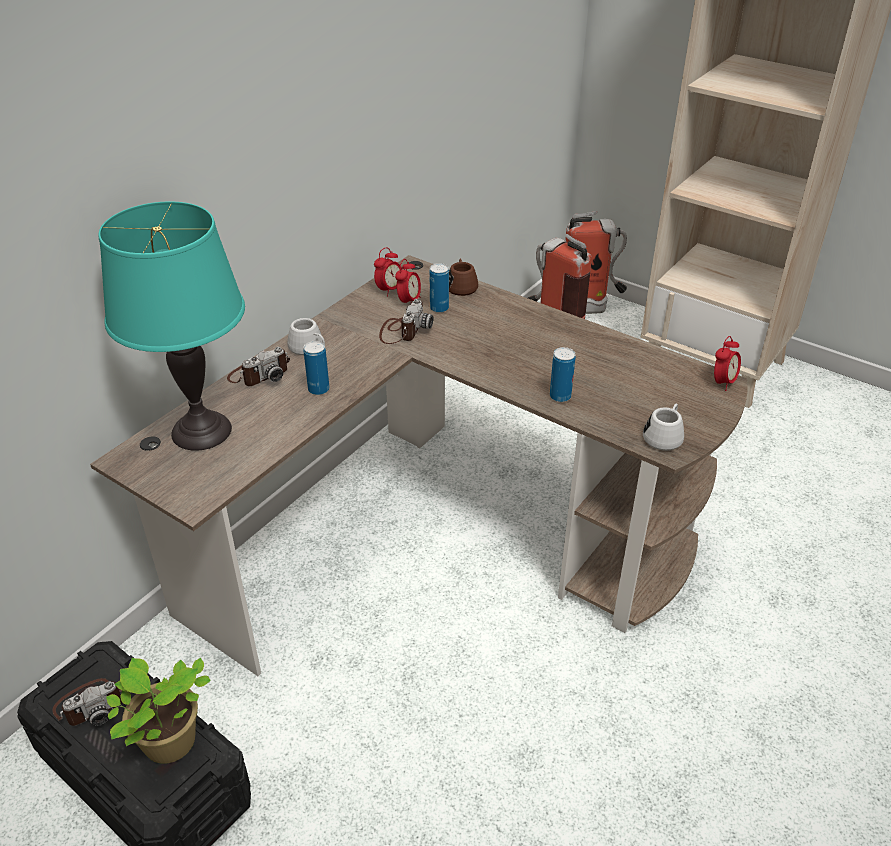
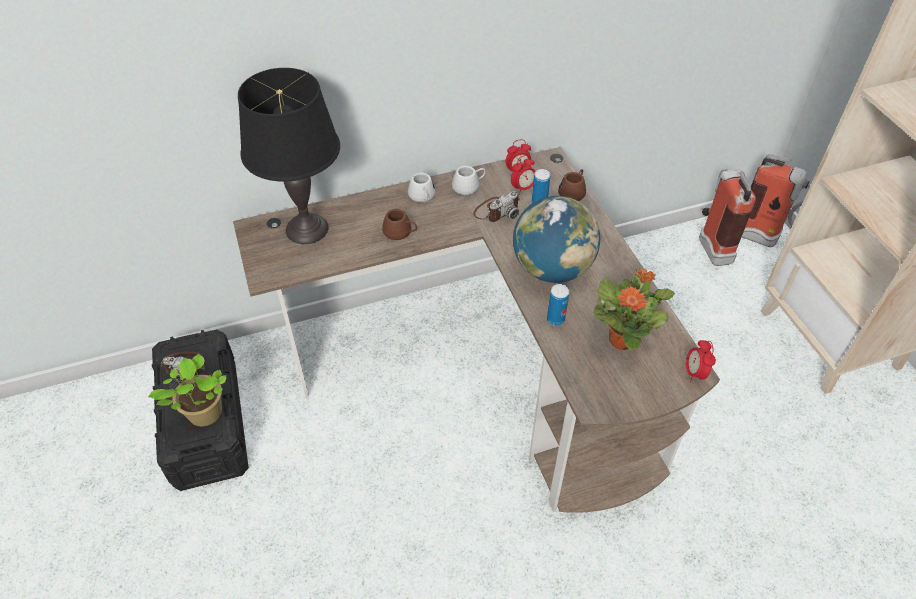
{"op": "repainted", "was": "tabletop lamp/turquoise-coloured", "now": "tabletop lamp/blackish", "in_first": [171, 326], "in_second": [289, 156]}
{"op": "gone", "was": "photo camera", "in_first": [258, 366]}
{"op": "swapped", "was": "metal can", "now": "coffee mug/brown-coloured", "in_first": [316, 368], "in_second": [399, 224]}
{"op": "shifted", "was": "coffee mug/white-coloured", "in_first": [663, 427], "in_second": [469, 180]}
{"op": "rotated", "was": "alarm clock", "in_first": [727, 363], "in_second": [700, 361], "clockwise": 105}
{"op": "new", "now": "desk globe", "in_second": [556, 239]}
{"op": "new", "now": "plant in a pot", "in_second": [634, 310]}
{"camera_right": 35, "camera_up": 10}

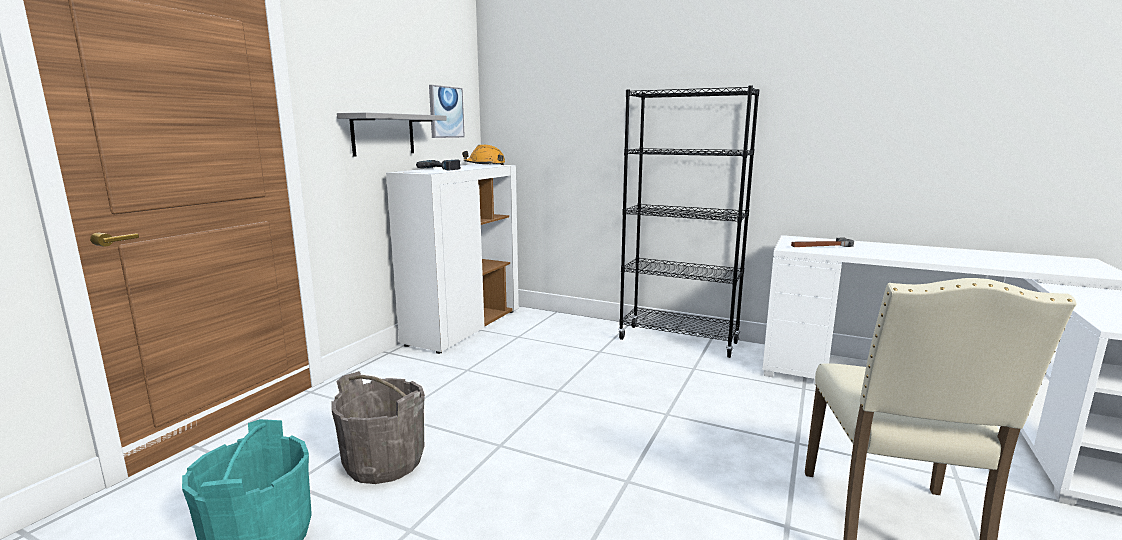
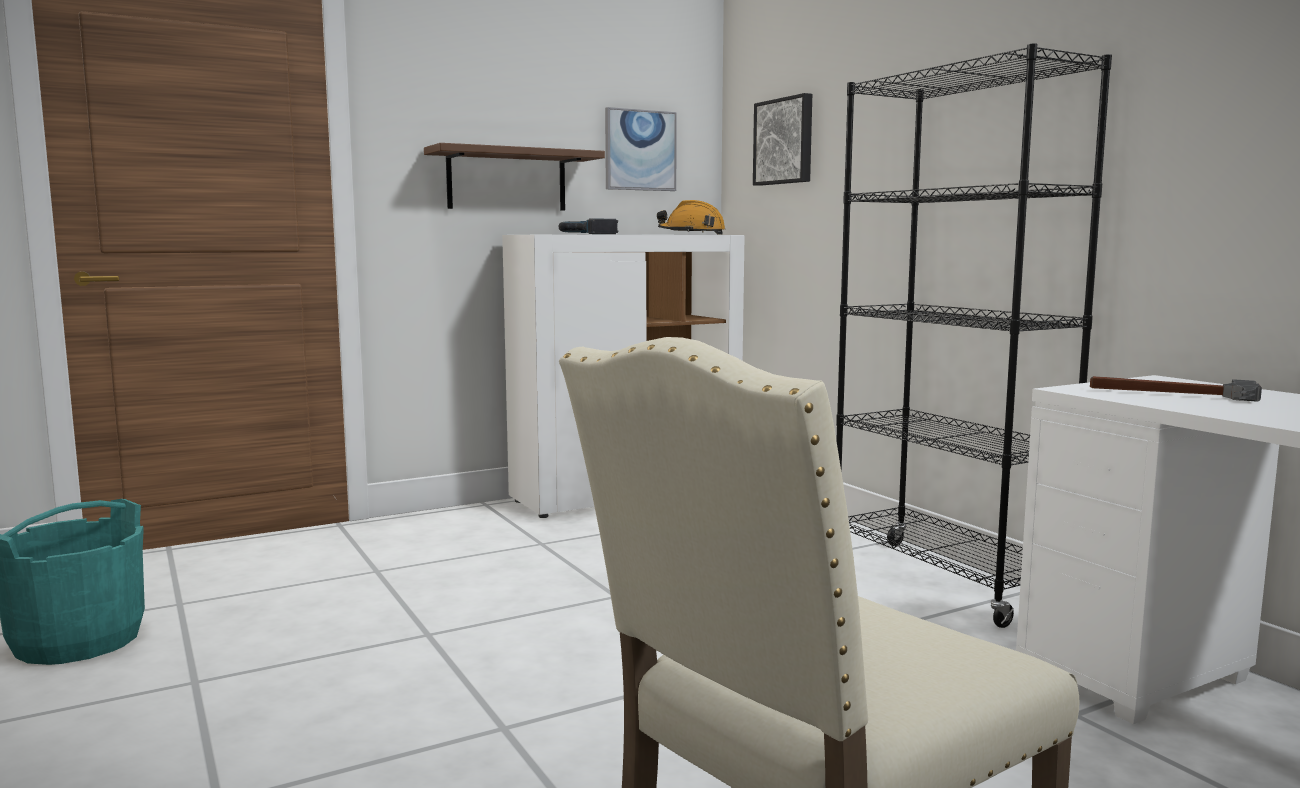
{"op": "gone", "was": "bucket/greyish", "in_first": [378, 427]}
{"op": "repainted", "was": "wall shelf/greyish", "now": "wall shelf/brown-coloured", "in_first": [392, 134], "in_second": [514, 177]}
{"op": "new", "now": "picture", "in_second": [782, 139]}
{"camera_right": 35, "camera_up": -5}

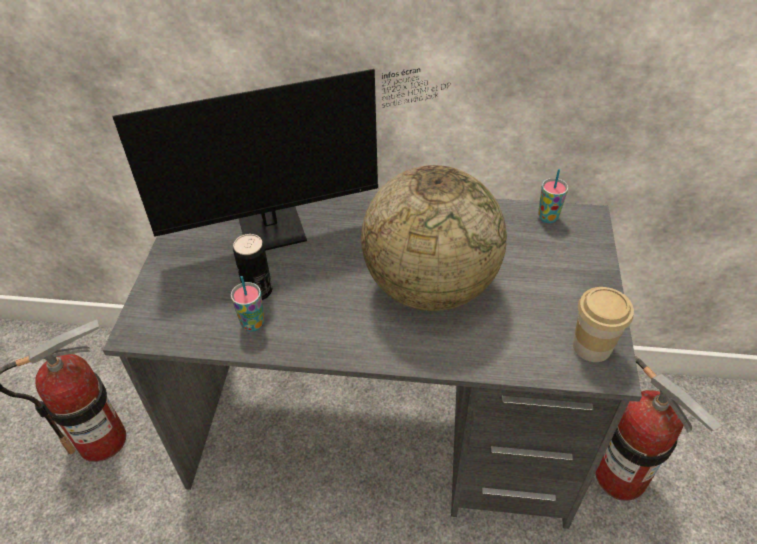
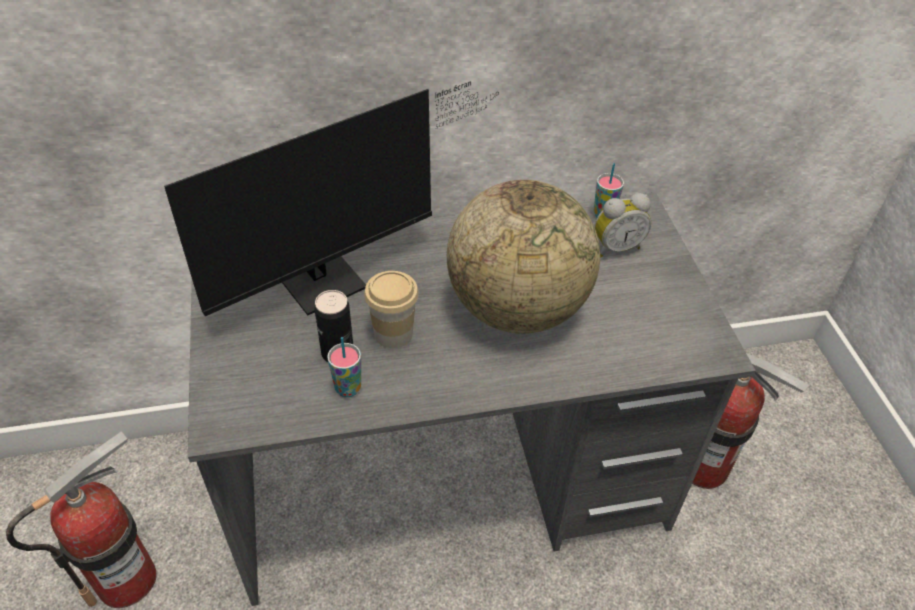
{"op": "shifted", "was": "small cup", "in_first": [603, 324], "in_second": [391, 309]}
{"op": "new", "now": "alarm clock", "in_second": [623, 225]}
{"camera_right": -20, "camera_up": 0}

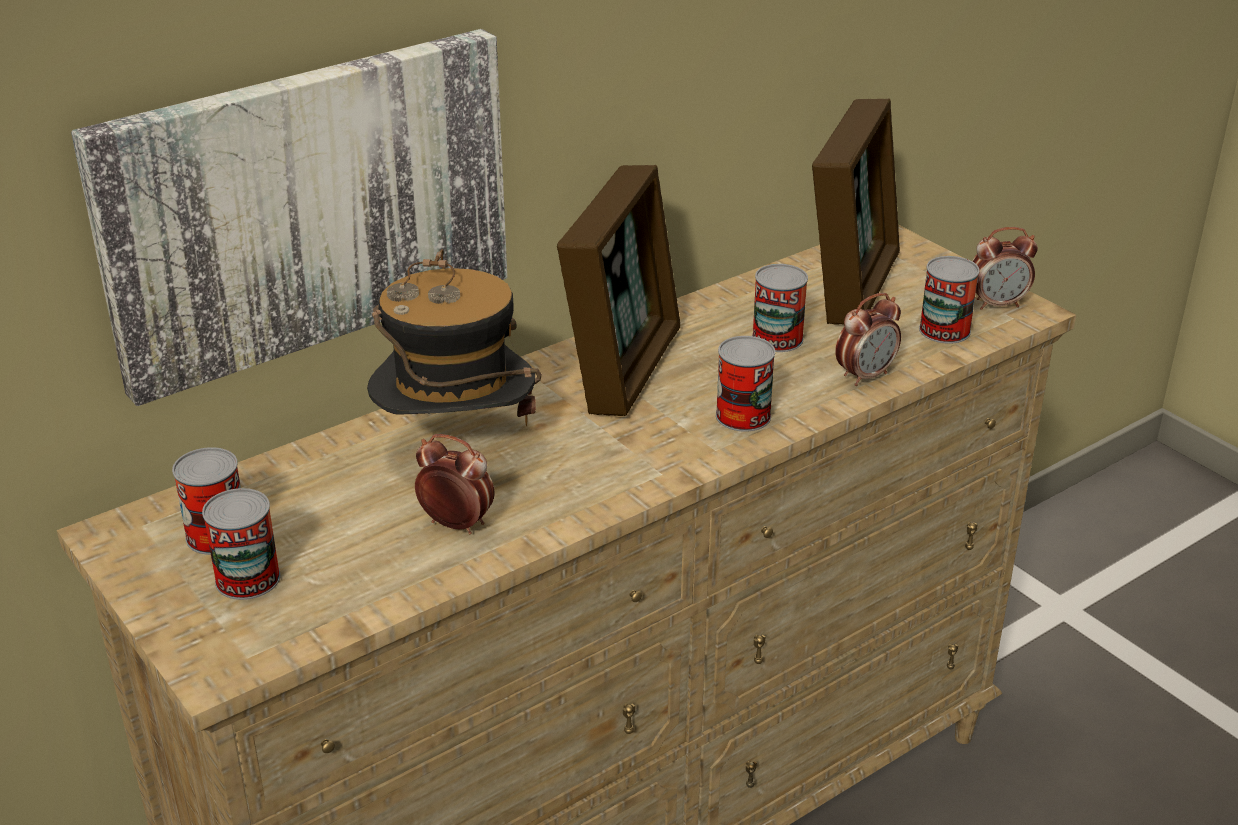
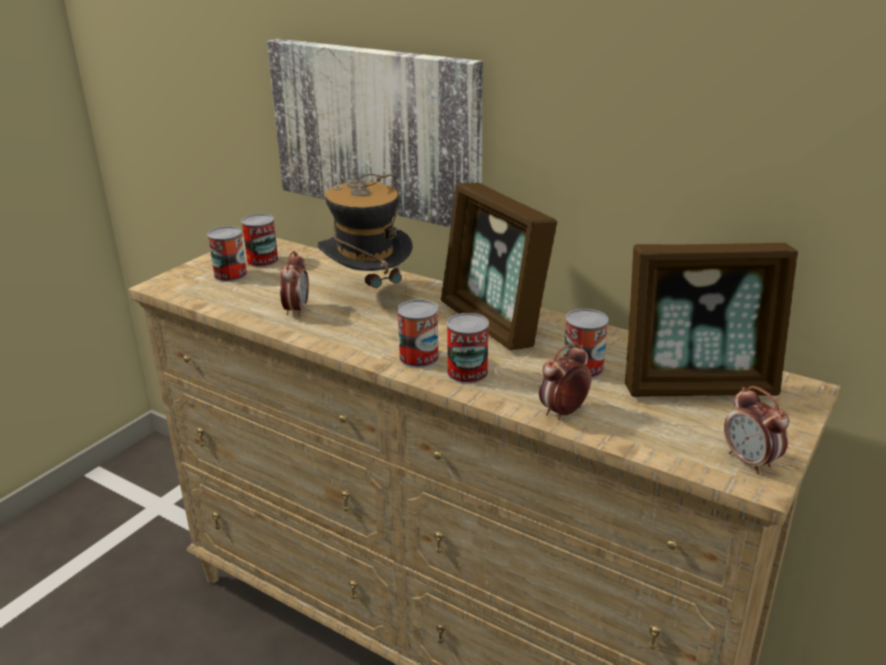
{"op": "rotated", "was": "standing frame", "in_first": [618, 290], "in_second": [499, 266], "clockwise": 60}
{"op": "rotated", "was": "alarm clock", "in_first": [868, 339], "in_second": [565, 381], "clockwise": 105}
{"op": "shifted", "was": "metal can", "in_first": [949, 300], "in_second": [418, 334]}
{"camera_right": 70, "camera_up": -5}

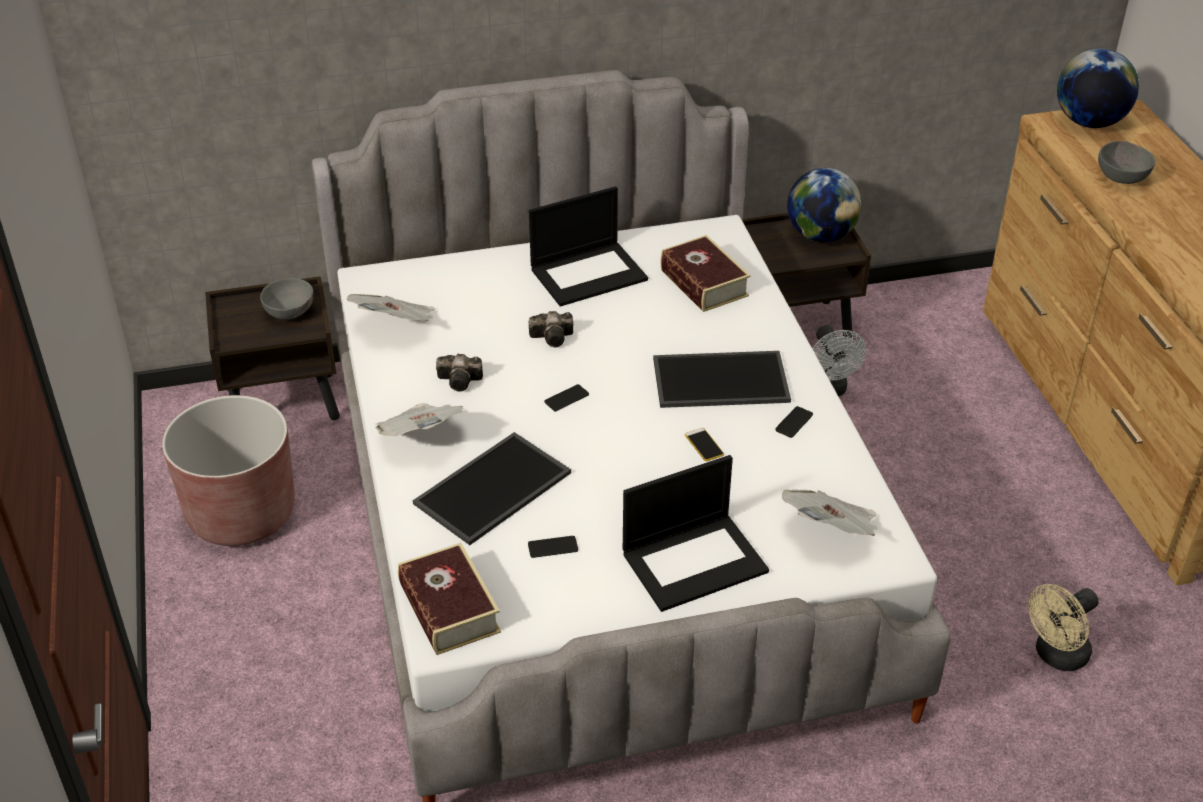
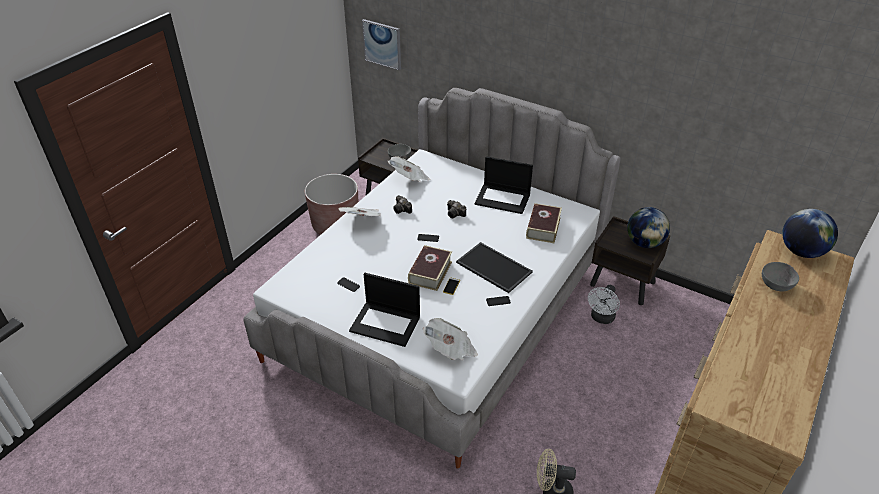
{"op": "shifted", "was": "bound book", "in_first": [449, 599], "in_second": [430, 268]}
{"op": "gone", "was": "tray", "in_first": [492, 488]}
{"op": "new", "now": "picture", "in_second": [381, 45]}
{"camera_right": 45, "camera_up": 0}

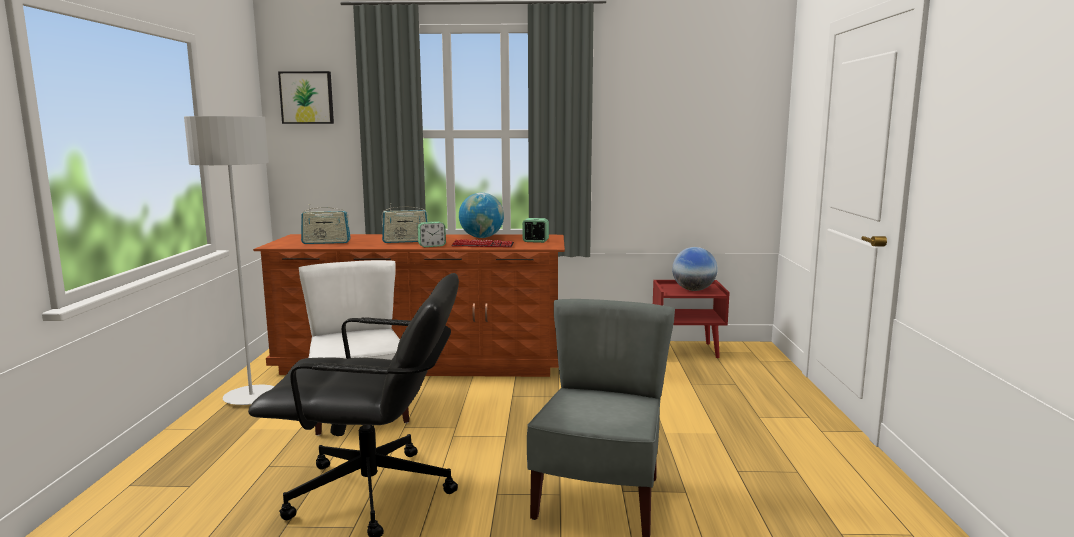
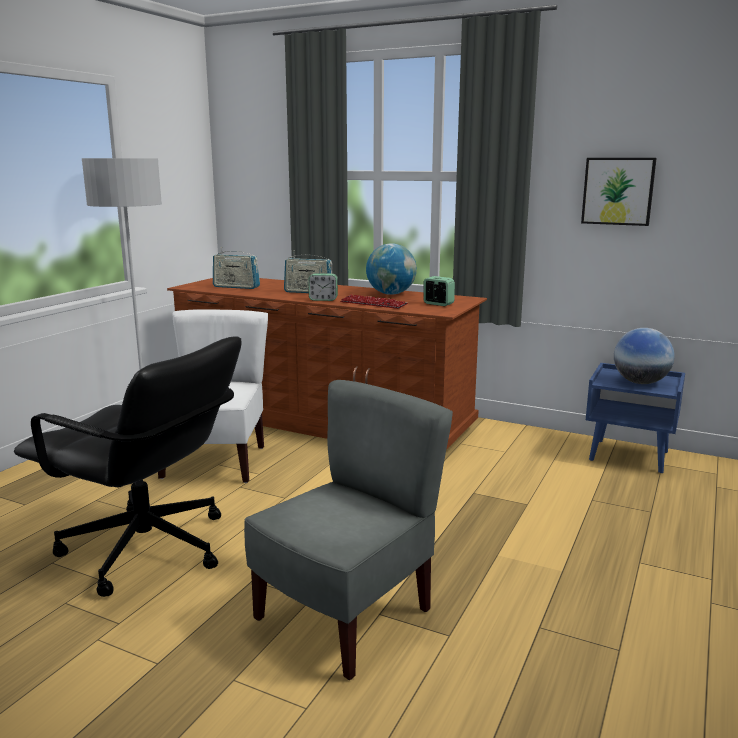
{"op": "shifted", "was": "picture", "in_first": [306, 97], "in_second": [619, 192]}
{"op": "repainted", "was": "nightstand/red-coloured", "now": "nightstand/bluish", "in_first": [691, 319], "in_second": [635, 418]}
{"camera_right": 25, "camera_up": 5}

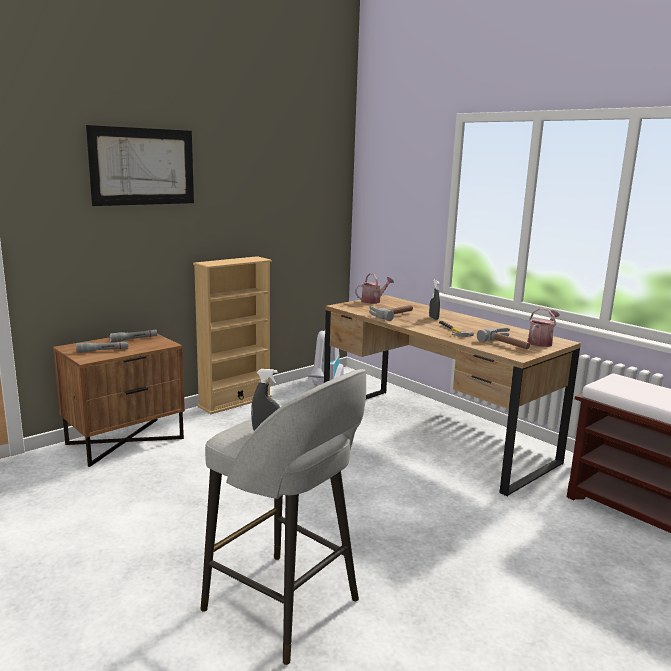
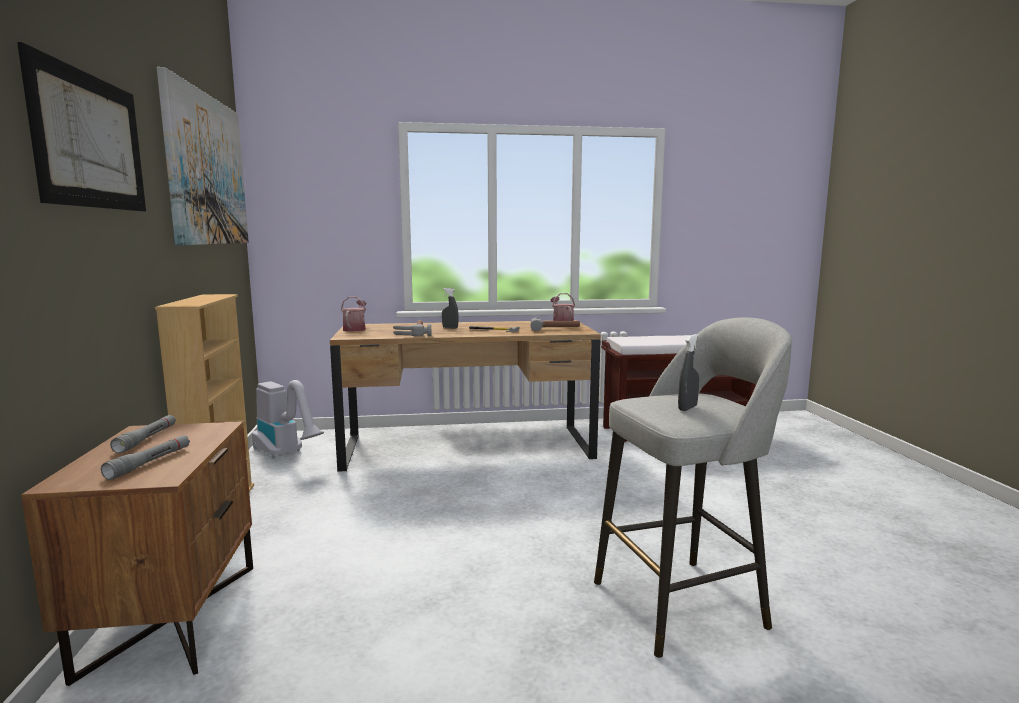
{"op": "new", "now": "picture", "in_second": [203, 156]}
{"camera_right": -55, "camera_up": -5}

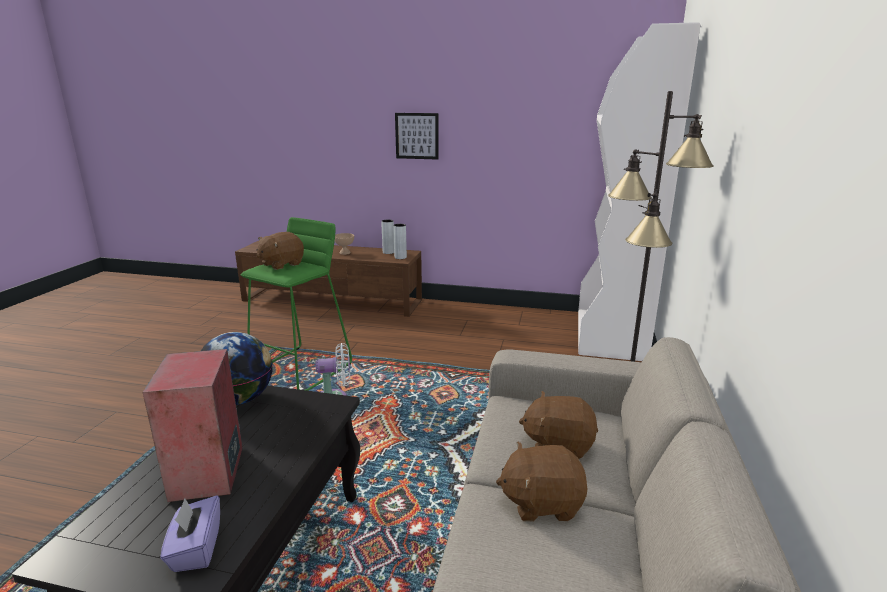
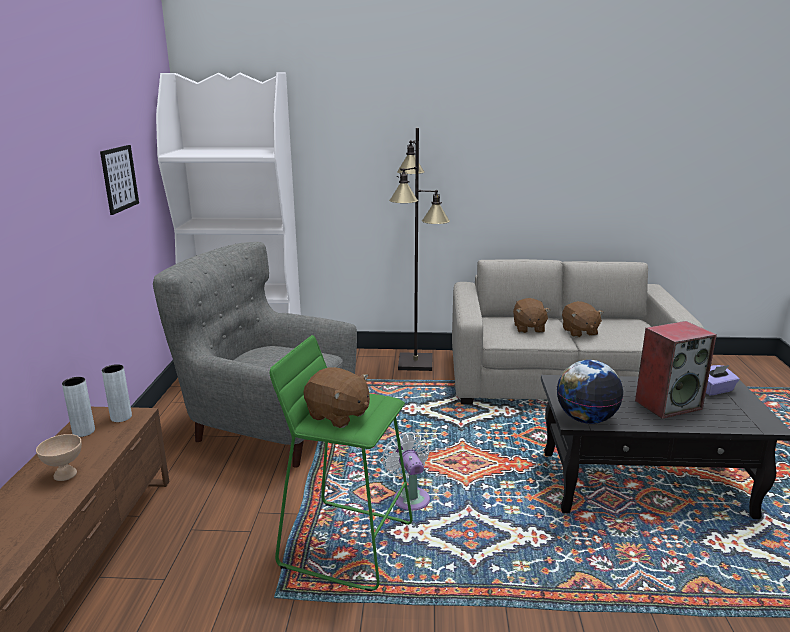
{"op": "shifted", "was": "picture", "in_first": [417, 136], "in_second": [119, 180]}
{"op": "new", "now": "lounge chair/greyish", "in_second": [255, 355]}
{"camera_right": -100, "camera_up": 0}

